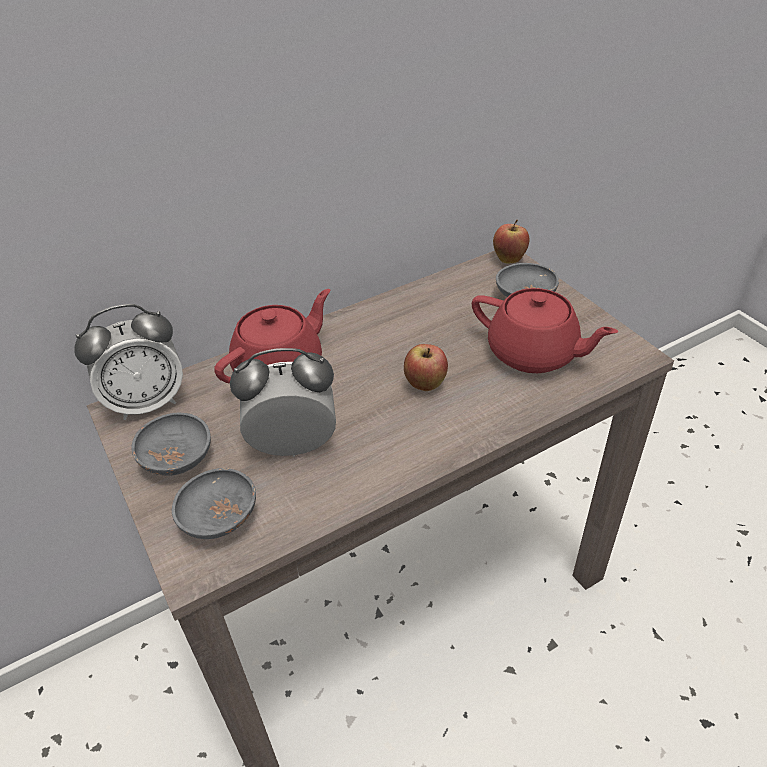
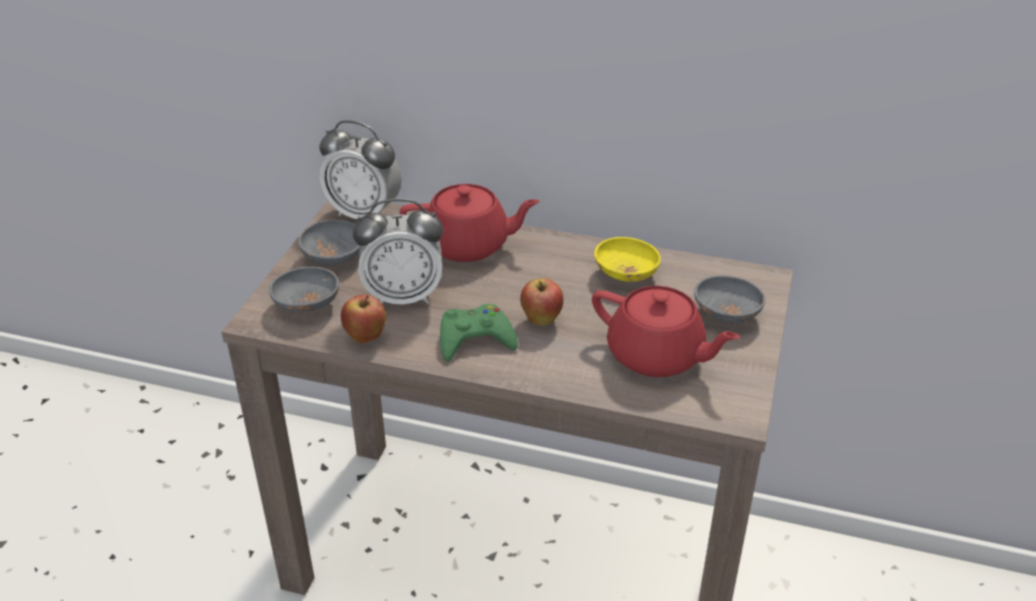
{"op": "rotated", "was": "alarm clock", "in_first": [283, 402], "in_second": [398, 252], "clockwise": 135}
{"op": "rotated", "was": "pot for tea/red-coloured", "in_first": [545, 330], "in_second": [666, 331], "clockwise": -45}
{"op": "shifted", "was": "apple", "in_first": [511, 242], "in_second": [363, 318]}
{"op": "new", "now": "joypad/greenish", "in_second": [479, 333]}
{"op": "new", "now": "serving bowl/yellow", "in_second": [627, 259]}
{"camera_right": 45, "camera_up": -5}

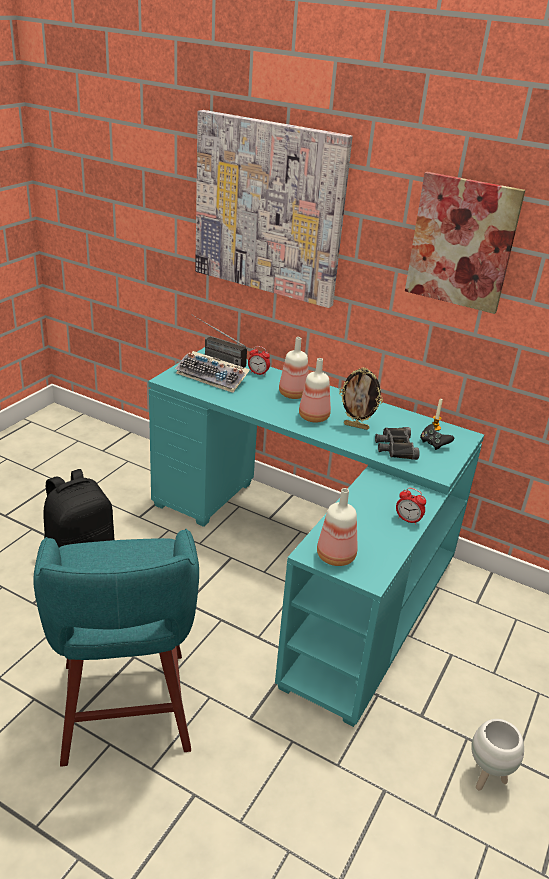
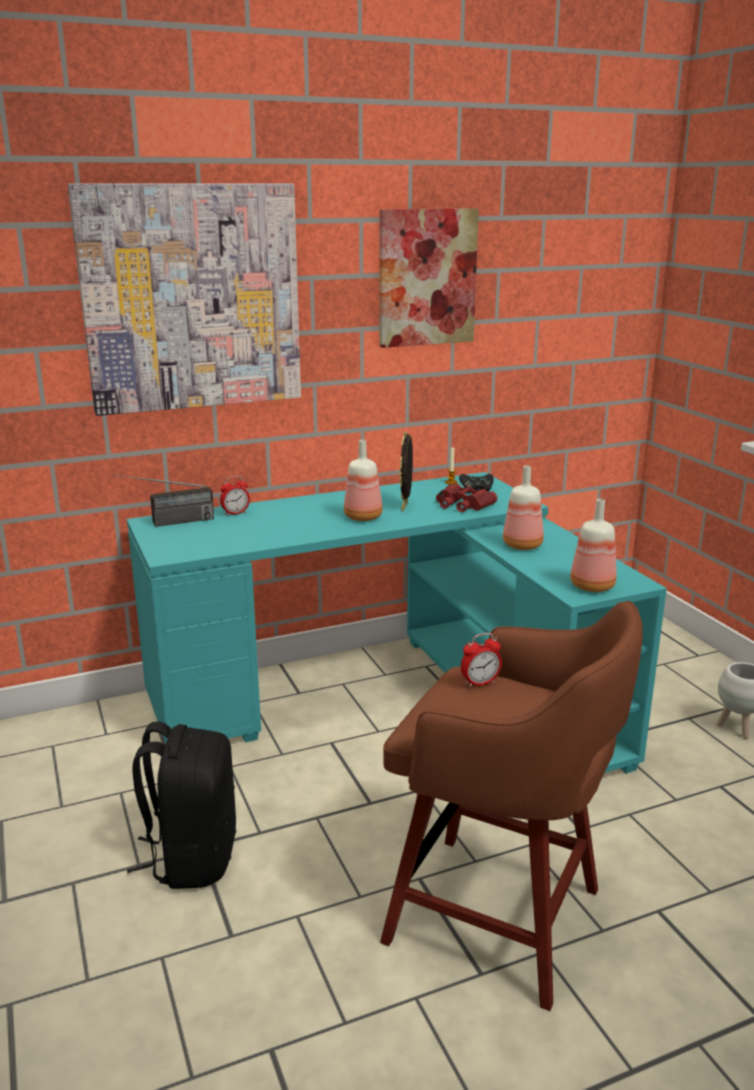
{"op": "repainted", "was": "sitting stool/turquoise-coloured", "now": "sitting stool/brown-coloured", "in_first": [116, 648], "in_second": [511, 806]}
{"op": "gone", "was": "keyboard", "in_first": [212, 372]}
{"op": "shifted", "was": "bottle", "in_first": [294, 368], "in_second": [523, 507]}
{"op": "rotated", "was": "standing frame", "in_first": [361, 399], "in_second": [406, 471], "clockwise": 135}
{"op": "repainted", "was": "field glasses/blackish", "now": "field glasses/red-coloured", "in_first": [397, 443], "in_second": [466, 498]}
{"op": "shifted", "was": "alarm clock", "in_first": [411, 506], "in_second": [481, 660]}
{"camera_right": -50, "camera_up": -10}

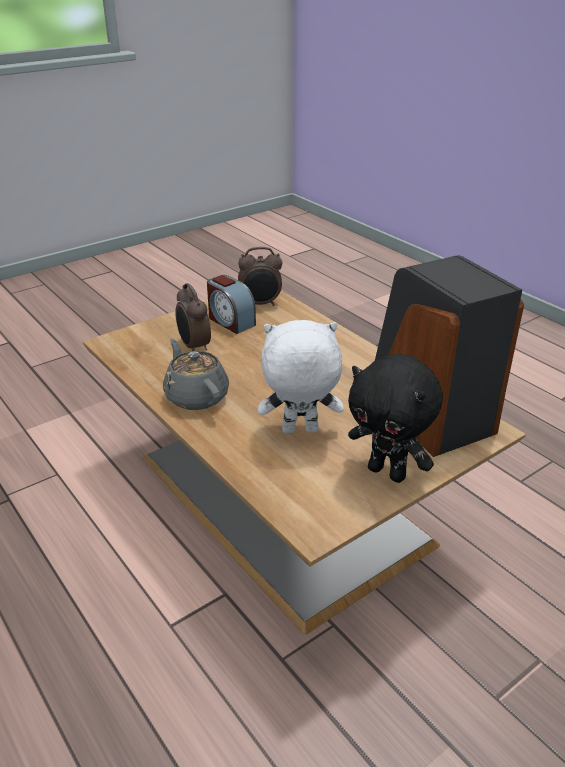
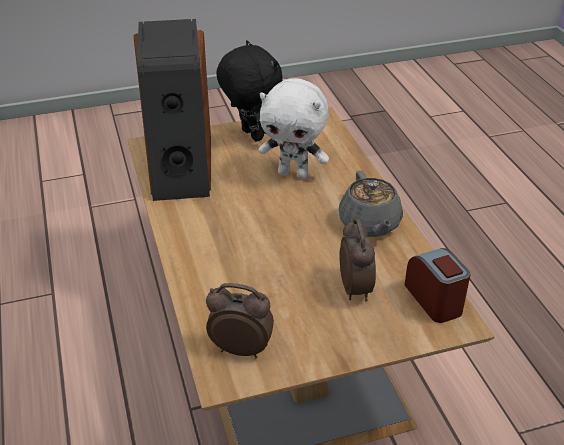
{"op": "shifted", "was": "alarm clock", "in_first": [231, 304], "in_second": [437, 285]}
{"camera_right": -160, "camera_up": 5}

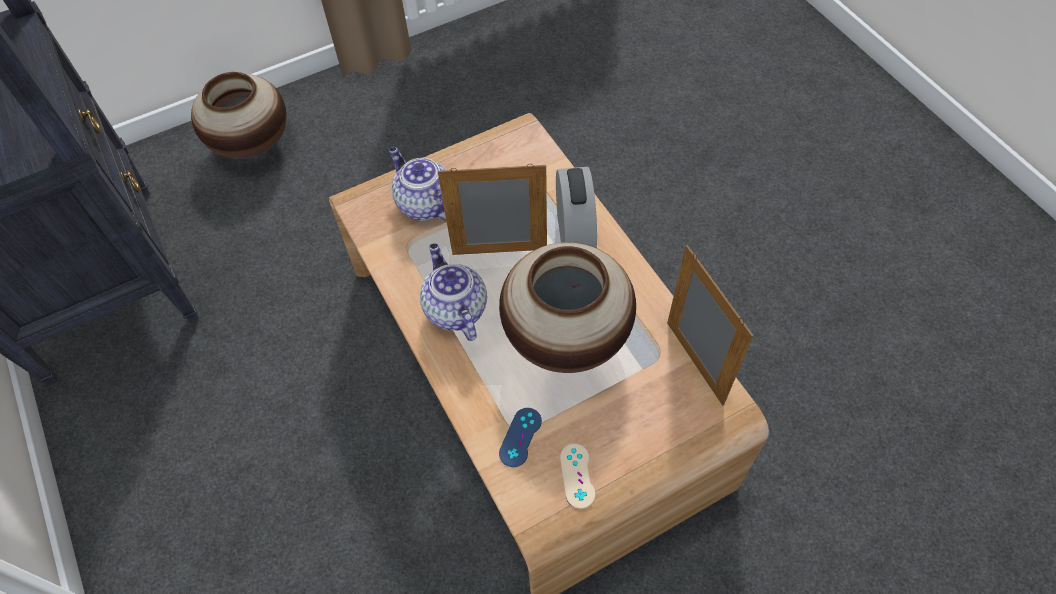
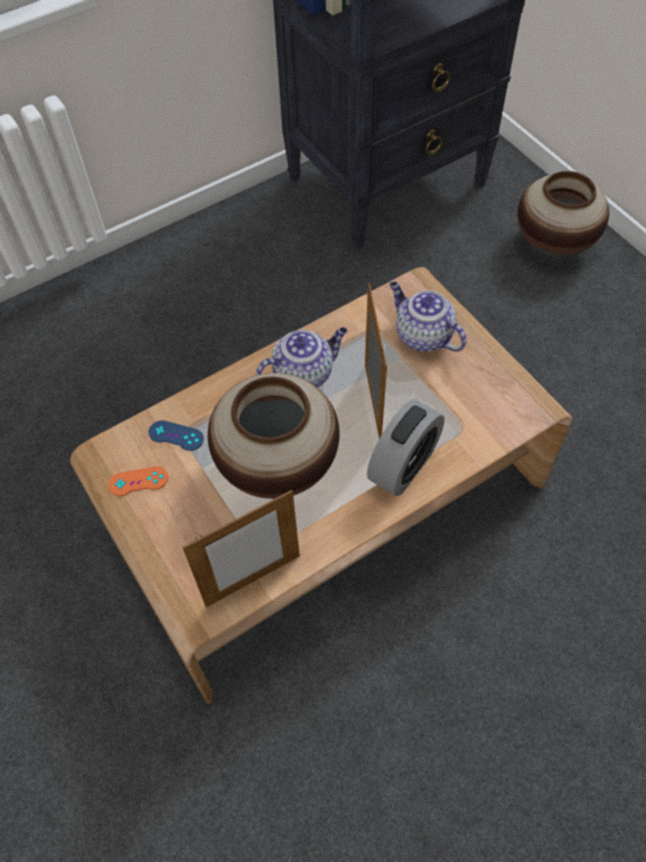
{"op": "rotated", "was": "pot for tea", "in_first": [417, 184], "in_second": [428, 316], "clockwise": -90}
{"op": "rotated", "was": "alarm clock", "in_first": [576, 207], "in_second": [406, 448], "clockwise": -45}
{"op": "repainted", "was": "joypad/sand-coloured", "now": "joypad/orange", "in_first": [577, 476], "in_second": [138, 481]}
{"camera_right": 85, "camera_up": 0}

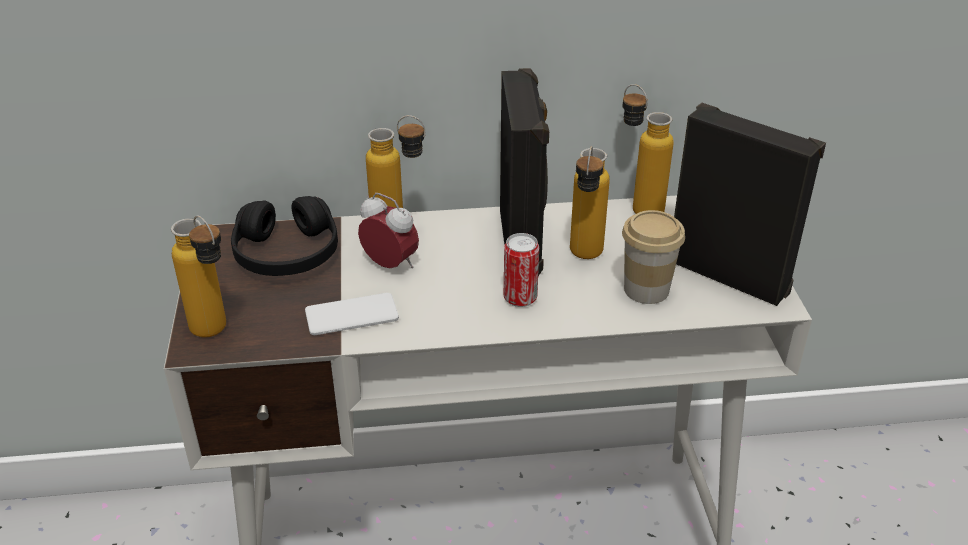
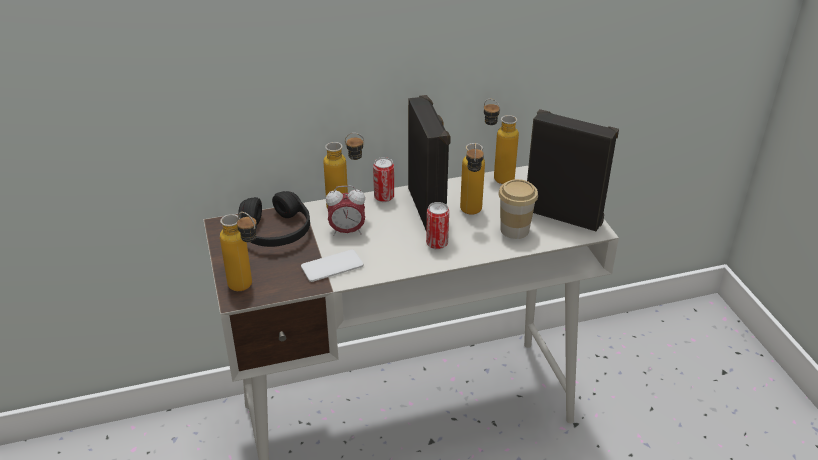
{"op": "rotated", "was": "alarm clock", "in_first": [388, 230], "in_second": [345, 211], "clockwise": 150}
{"op": "new", "now": "metal can", "in_second": [383, 179]}
{"camera_right": -10, "camera_up": 0}

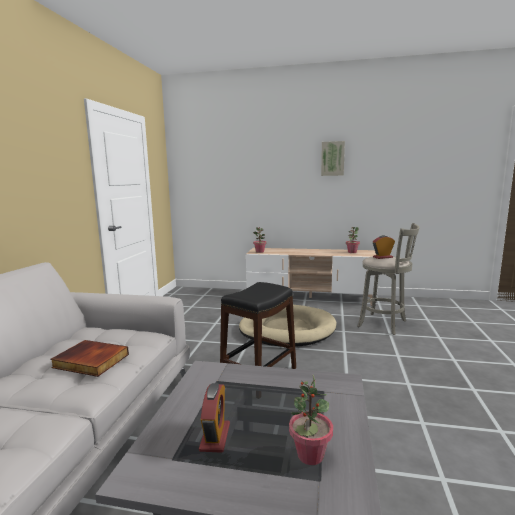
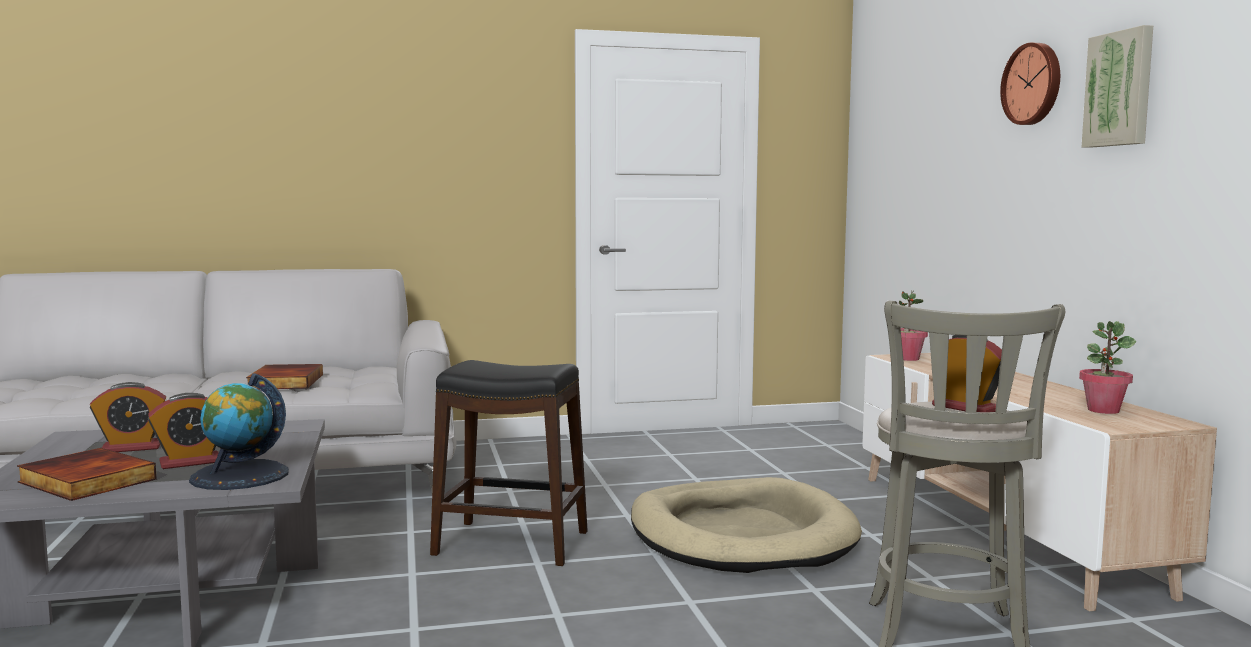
{"op": "swapped", "was": "plant in a pot", "now": "bound book", "in_first": [311, 420], "in_second": [87, 474]}
{"op": "new", "now": "alarm clock", "in_second": [183, 431]}
{"op": "new", "now": "desk globe", "in_second": [239, 431]}
{"op": "new", "now": "wall clock", "in_second": [1030, 84]}
{"camera_right": 65, "camera_up": -5}

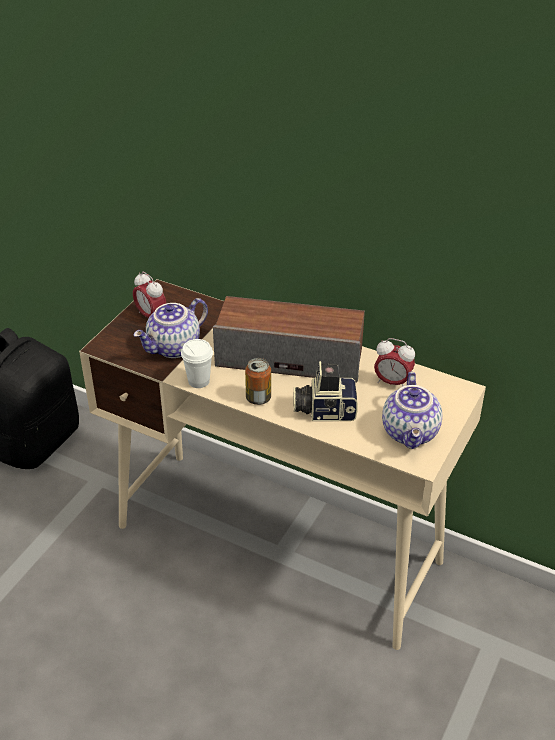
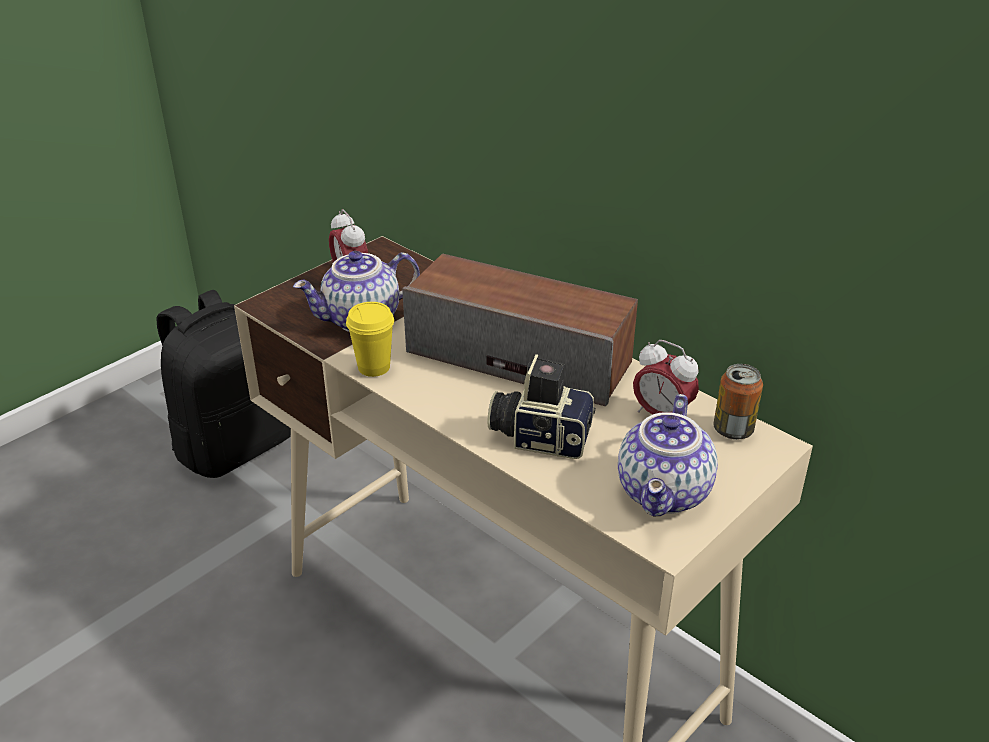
{"op": "repainted", "was": "small cup/white-coloured", "now": "small cup/yellow", "in_first": [197, 363], "in_second": [370, 339]}
{"op": "shifted", "was": "metal can", "in_first": [258, 381], "in_second": [738, 402]}
{"camera_right": 15, "camera_up": -5}

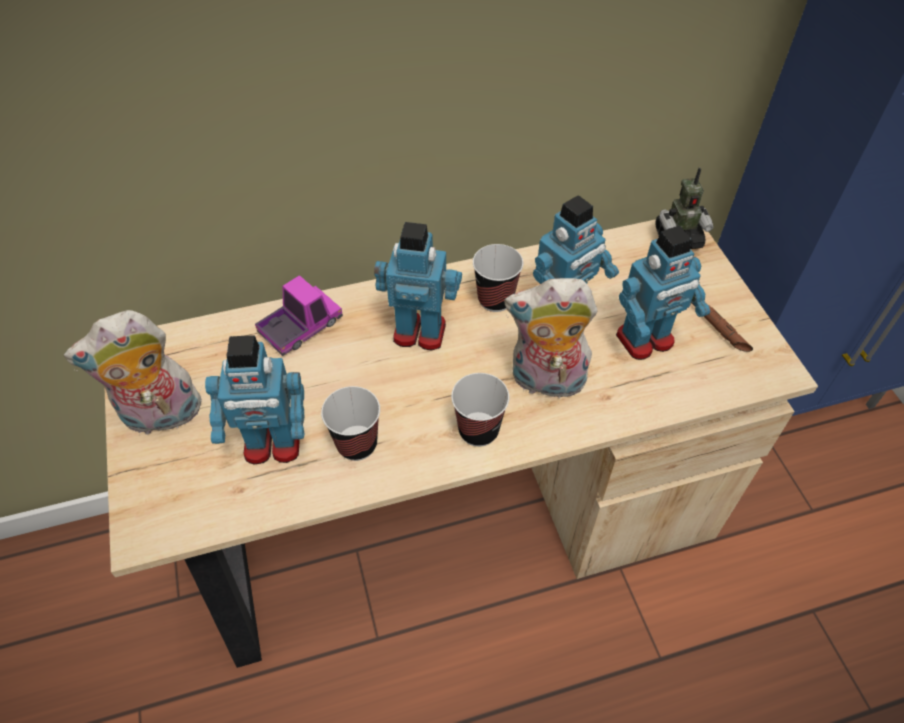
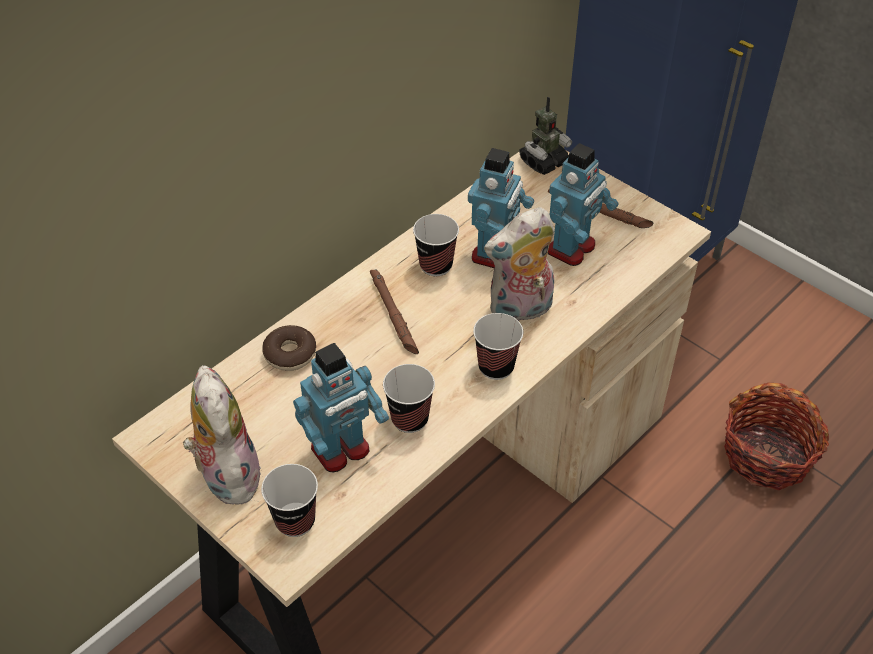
{"op": "rotated", "was": "cuddly toy", "in_first": [133, 372], "in_second": [222, 435], "clockwise": 120}
{"op": "swapped", "was": "toy truck", "now": "donut", "in_first": [299, 315], "in_second": [289, 348]}
{"op": "swapped", "was": "model robot", "now": "torch/brown-coloured", "in_first": [418, 286], "in_second": [394, 312]}
{"op": "new", "now": "small cup", "in_second": [289, 500]}
{"op": "new", "now": "household basket", "in_second": [776, 436]}
{"camera_right": -30, "camera_up": -5}

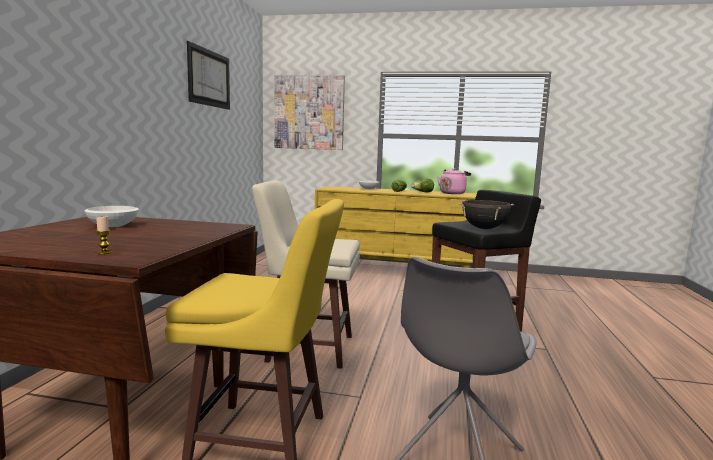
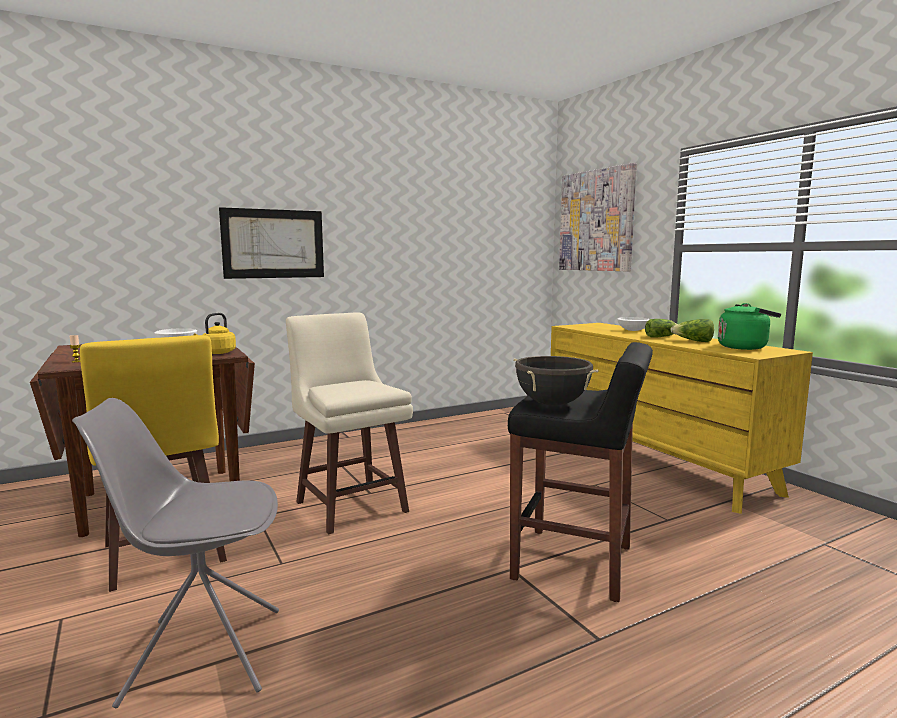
{"op": "shifted", "was": "picture", "in_first": [208, 75], "in_second": [271, 243]}
{"op": "repainted", "was": "water kettle/pink-coloured", "now": "water kettle/greenish", "in_first": [454, 181], "in_second": [749, 326]}
{"op": "new", "now": "water kettle/yellow", "in_second": [214, 333]}
{"camera_right": 50, "camera_up": 0}

